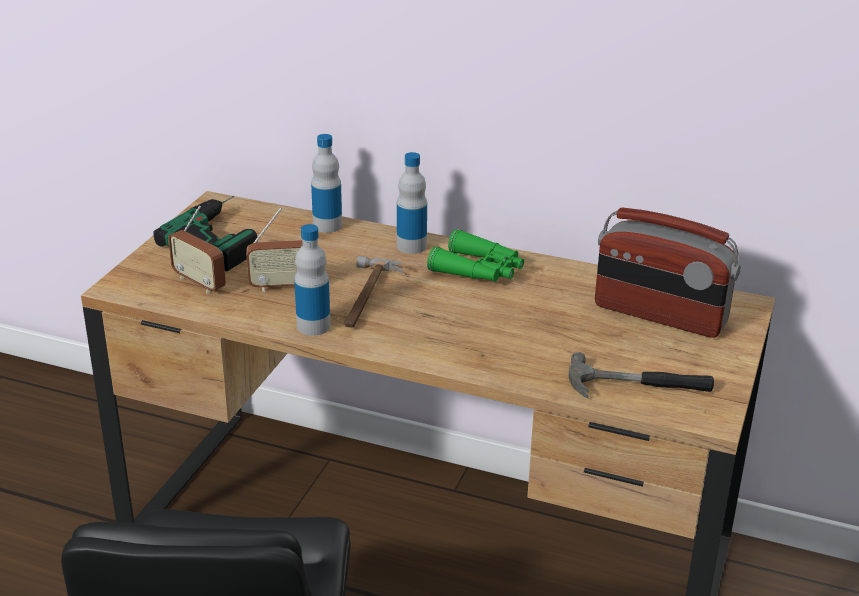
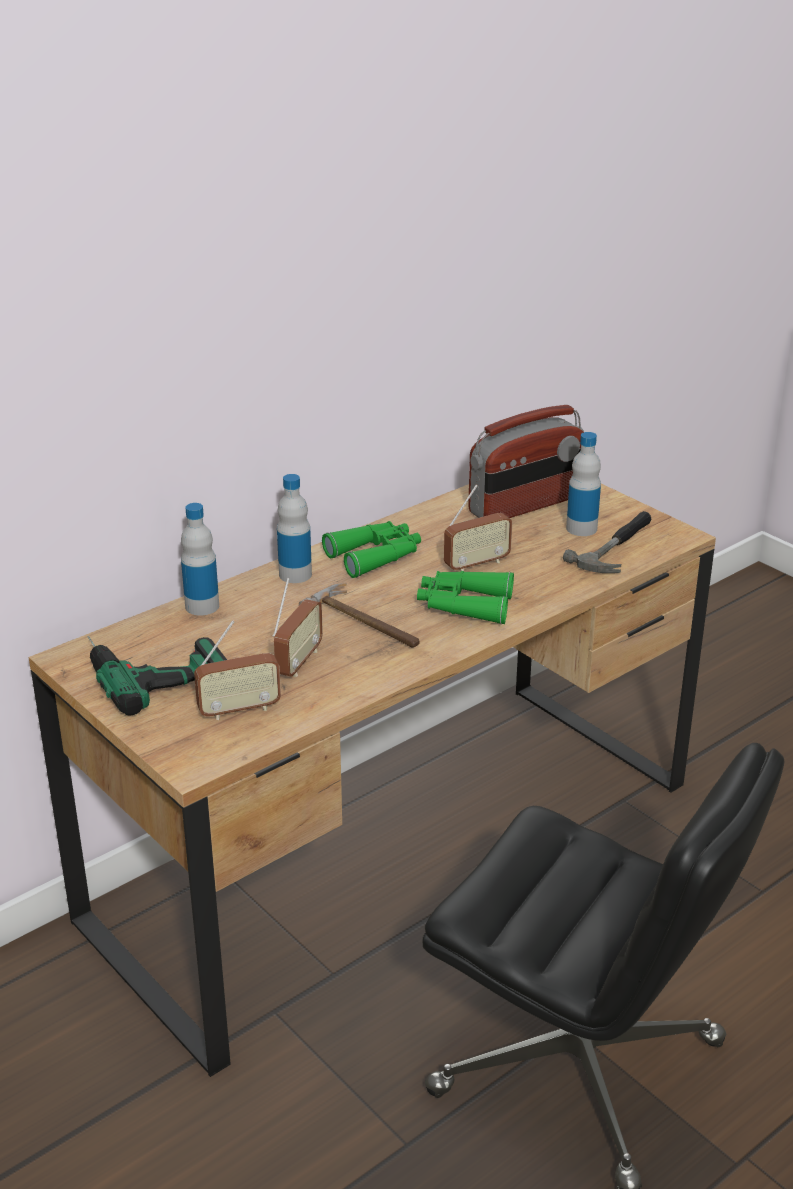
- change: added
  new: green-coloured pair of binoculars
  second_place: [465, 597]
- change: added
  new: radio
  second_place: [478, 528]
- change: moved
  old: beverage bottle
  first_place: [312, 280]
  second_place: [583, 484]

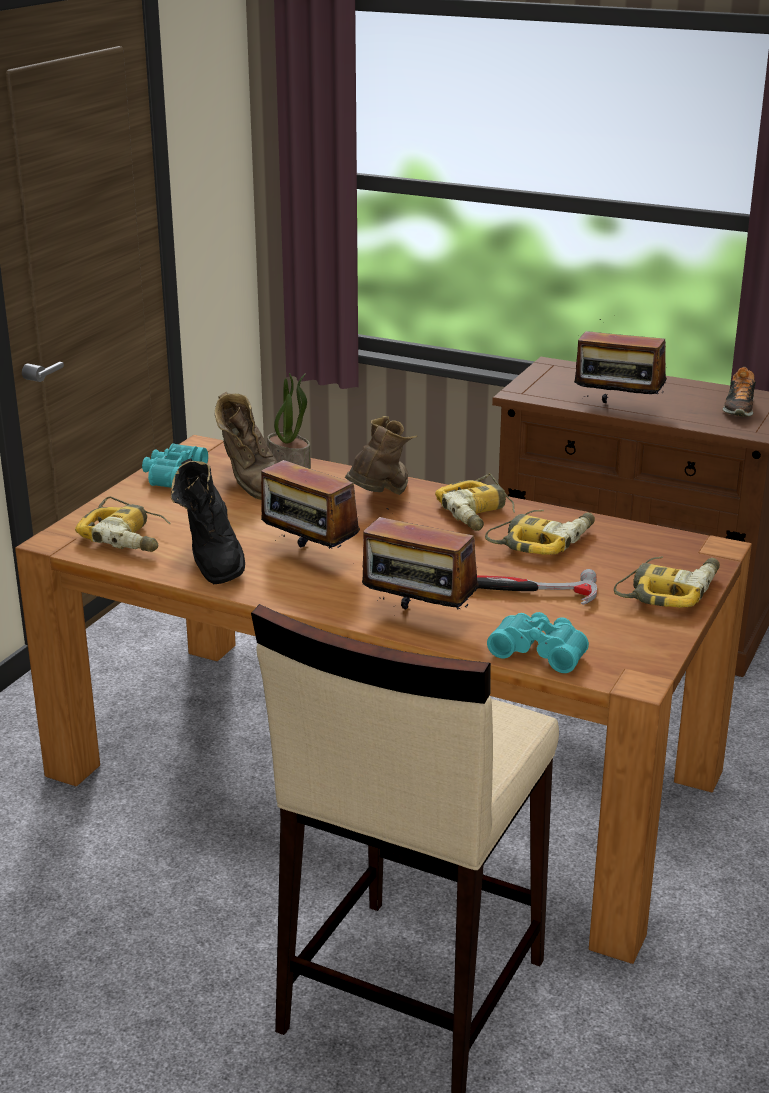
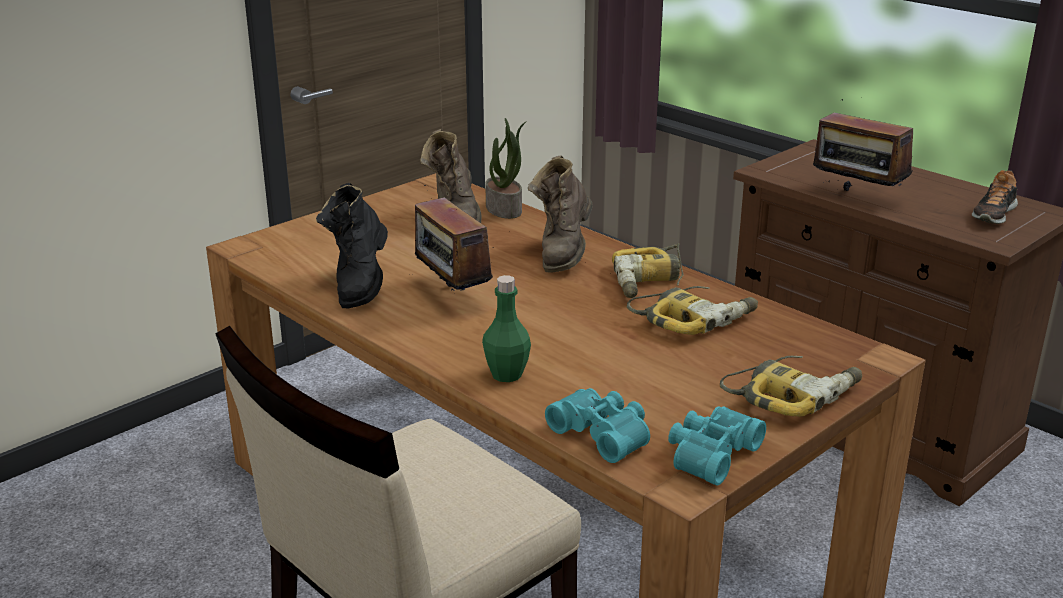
- change: removed
  old: power drill
  first_place: [123, 524]
- change: removed
  old: hammer
  first_place: [537, 587]
- change: moved
  old: turquoise pair of binoculars
  first_place: [175, 465]
  second_place: [717, 445]
- change: replaced
  old: radio
  new: green-coloured beverage bottle
  first_place: [420, 560]
  second_place: [506, 328]
- change: turned
  old: brown boot
  first_place: [381, 455]
  second_place: [560, 214]
  degrees: 150

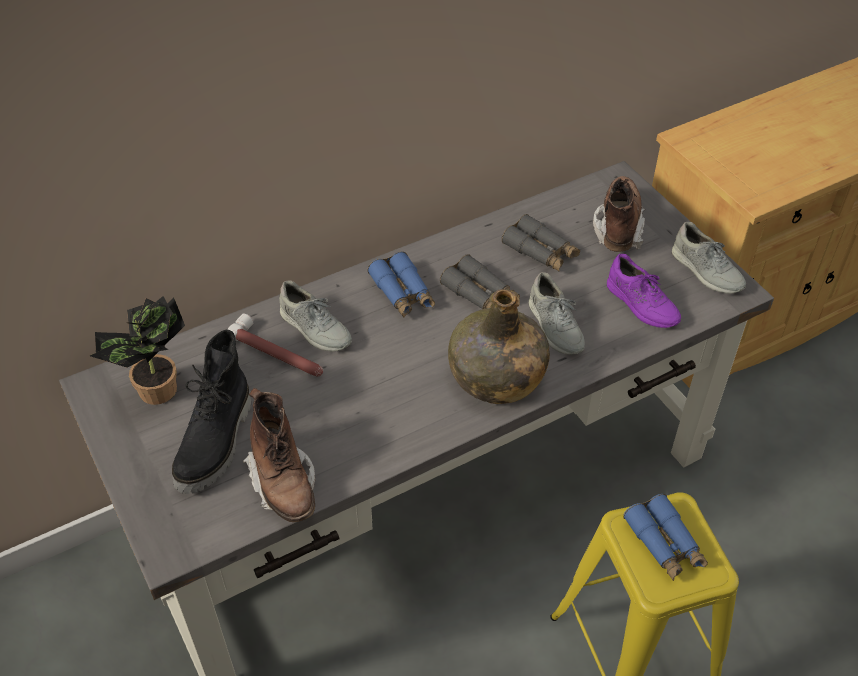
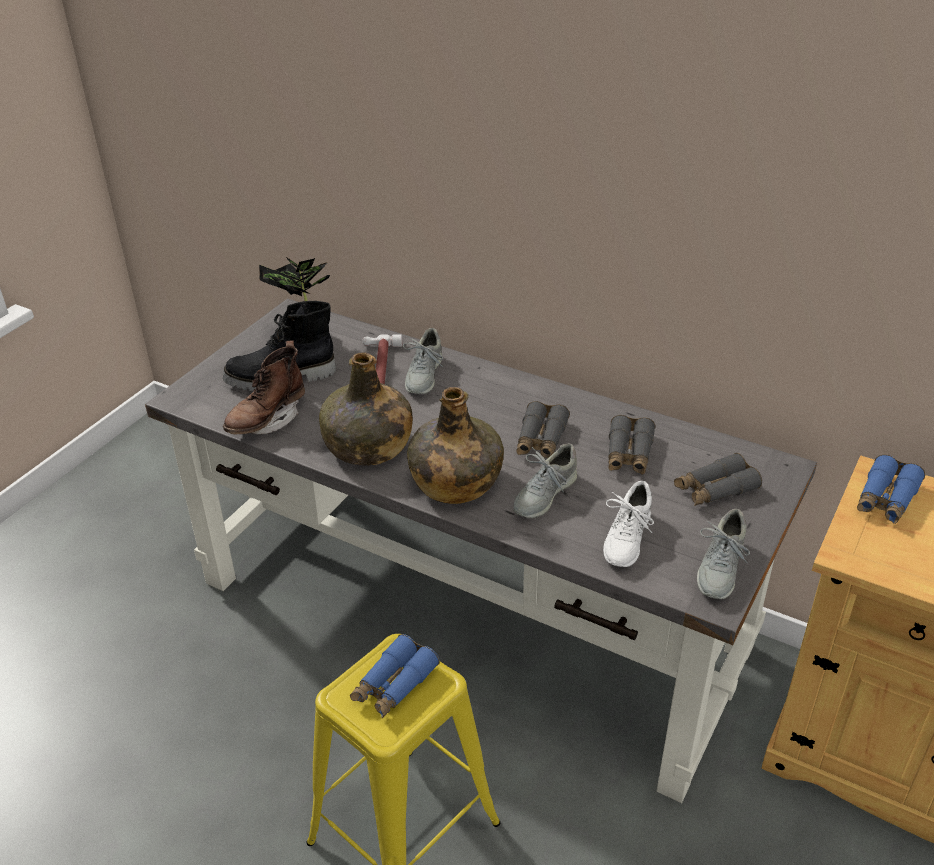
- change: added
  new: green-coloured beverage bottle
  second_place: [366, 409]
- change: moved
  old: blue pair of binoculars
  first_place: [401, 284]
  second_place: [891, 489]
- change: replaced
  old: brown boot
  new: grey pair of binoculars
  first_place: [619, 214]
  second_place: [718, 479]
- change: recoloured
  old: purplish shoe
  new: white shoe
  first_place: [644, 291]
  second_place: [628, 524]

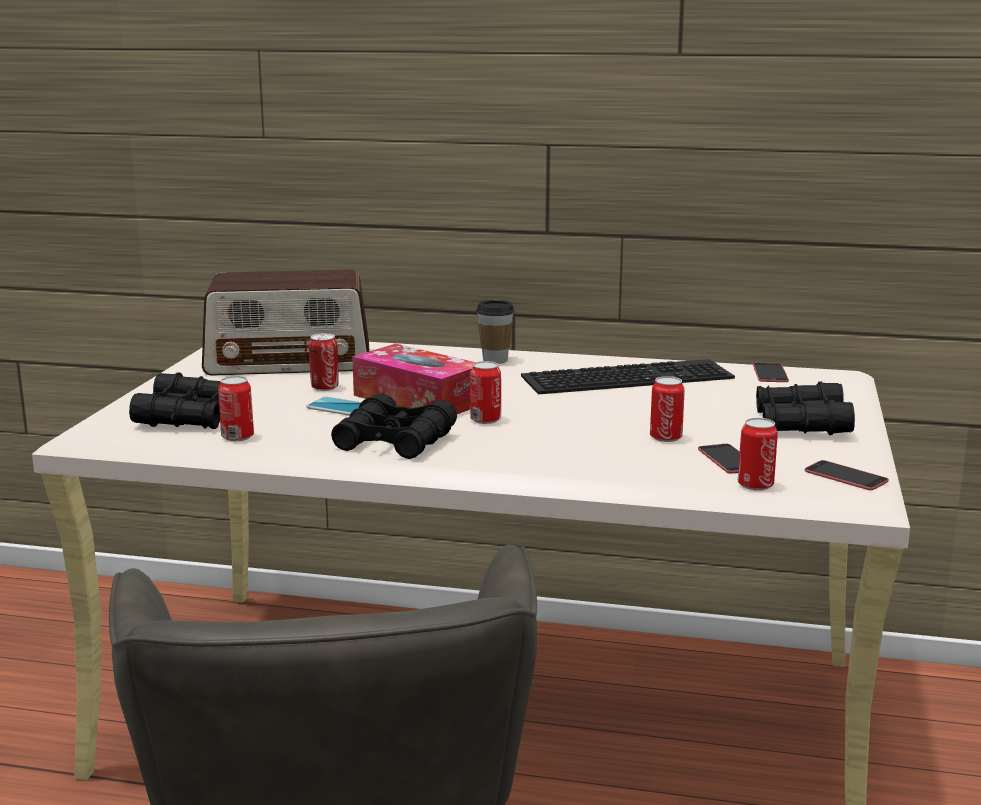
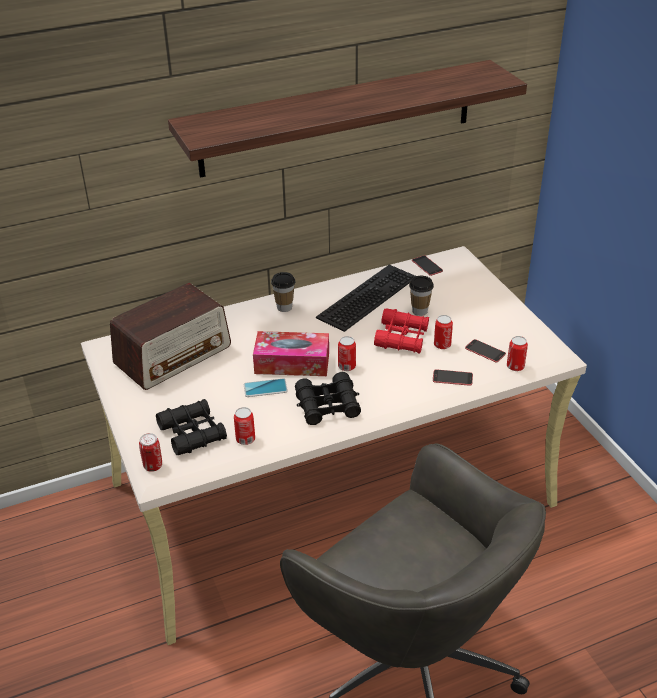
- change: removed
  old: black pair of binoculars
  first_place: [805, 408]
- change: added
  new: wall shelf
  second_place: [347, 119]
- change: added
  new: red-coloured pair of binoculars
  second_place: [401, 331]
- change: added
  new: drinking cup
  second_place: [421, 296]
- change: moved
  old: metal can
  first_place: [324, 362]
  second_place: [150, 452]
- change: moved
  old: phone
  first_place: [847, 475]
  second_place: [453, 377]

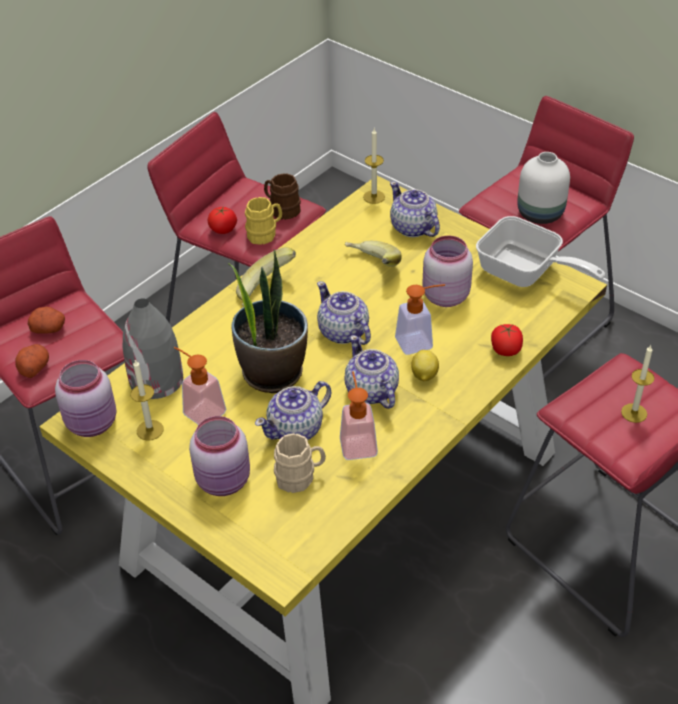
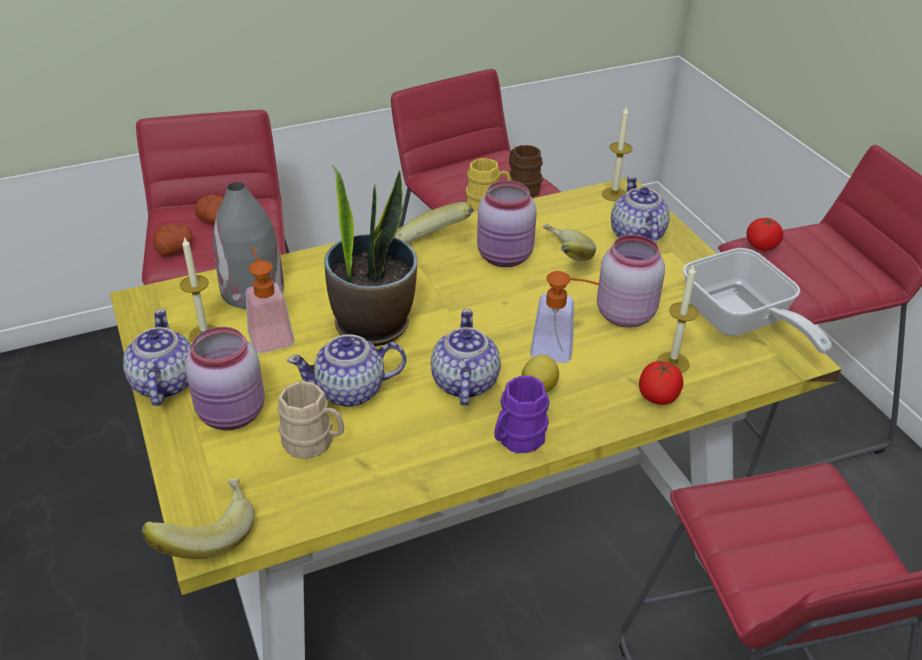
- change: removed
  old: soap dispenser
  first_place: [359, 415]
- change: removed
  old: white flower vase
  first_place: [543, 188]
- change: added
  new: banana
  second_place: [198, 519]
- change: added
  new: purplish tea mug
  second_place: [522, 414]
- change: moved
  old: pinkish storage jar
  first_place: [85, 398]
  second_place: [507, 224]
- change: moved
  old: tomato
  first_place: [222, 220]
  second_place: [764, 234]
- change: moved
  old: teapot
  first_place: [344, 313]
  second_place: [157, 357]
- change: moved
  old: wax light
  first_place: [637, 384]
  second_place: [678, 318]

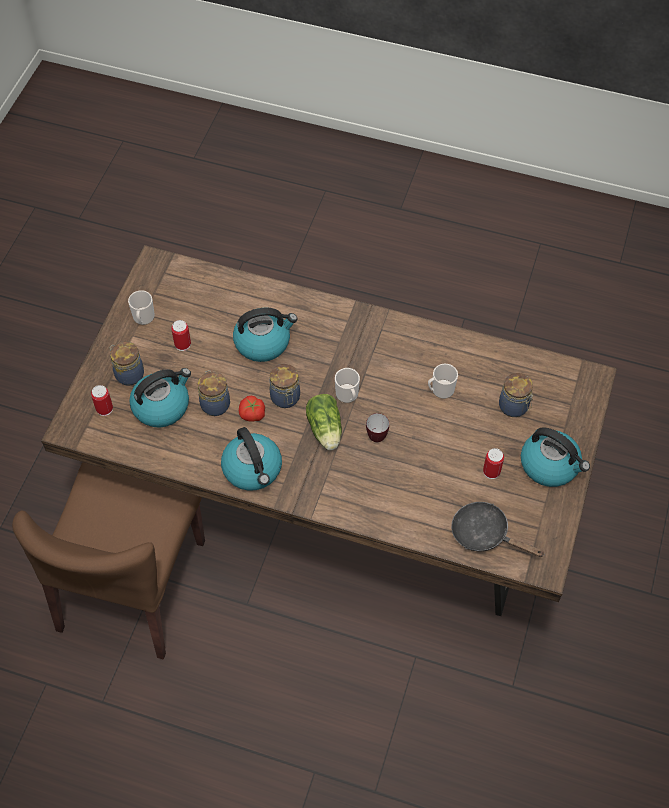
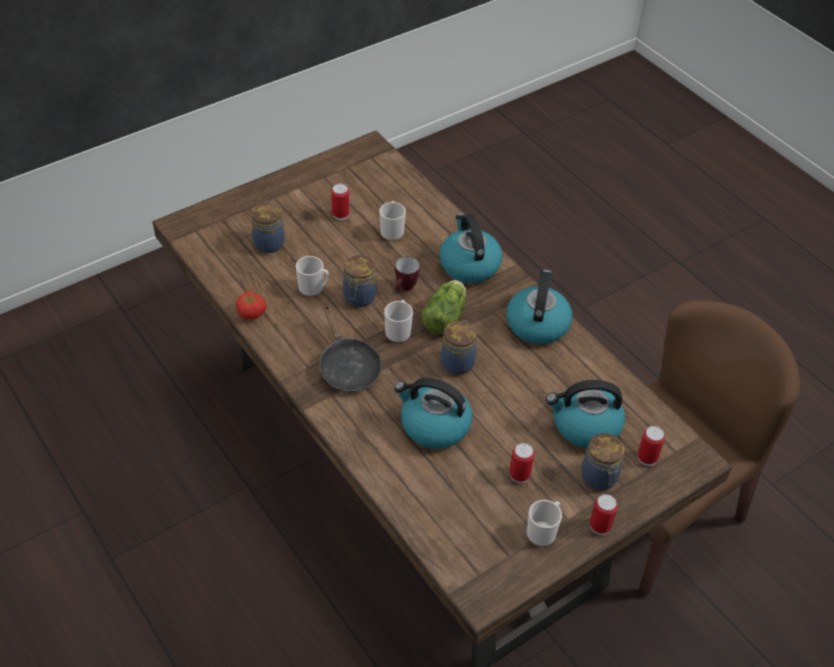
- change: added
  new: tea mug
  second_place: [392, 221]
- change: added
  new: metal can
  second_place: [604, 514]
- change: moved
  old: storage jar
  first_place: [214, 393]
  second_place: [359, 281]
- change: moved
  old: tomato
  first_place: [252, 409]
  second_place: [251, 305]
- change: moved
  old: black pan
  first_place: [498, 529]
  second_place: [350, 348]
- change: moved
  old: kettle
  first_place: [555, 457]
  second_place: [470, 248]

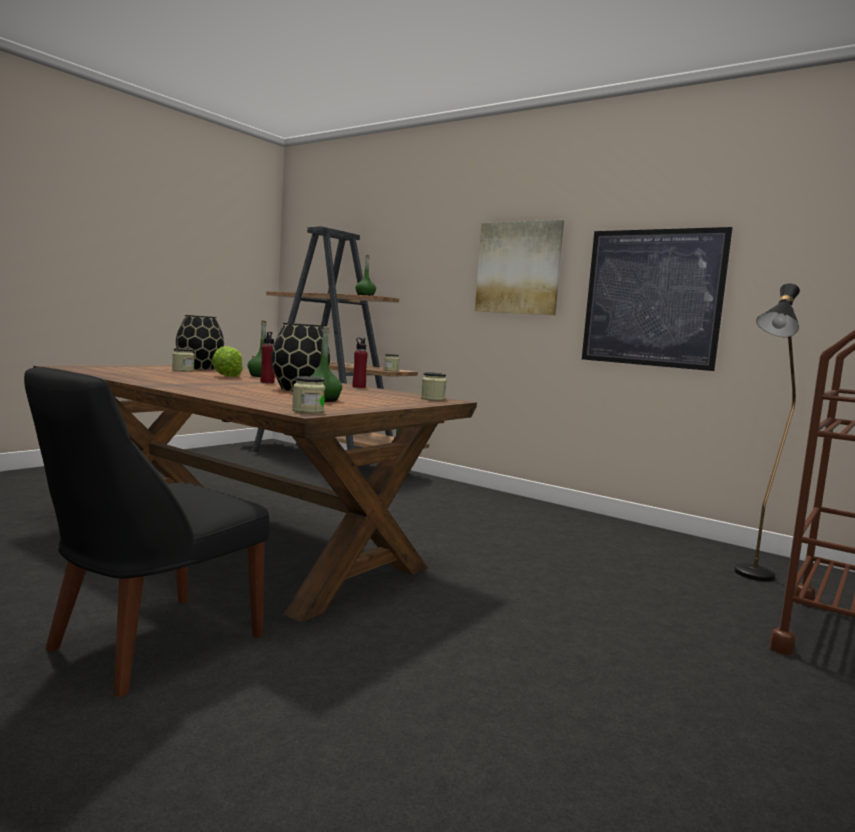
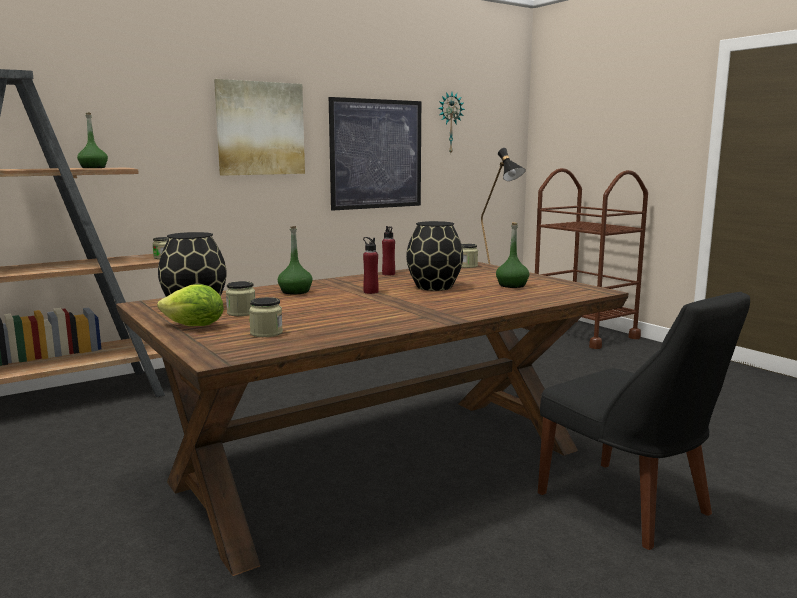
- change: added
  new: clock on the wall
  second_place: [451, 122]
- change: moved
  old: lettuce head
  first_place: [227, 361]
  second_place: [190, 305]
- change: moved
  old: storage jar
  first_place: [308, 394]
  second_place: [266, 317]

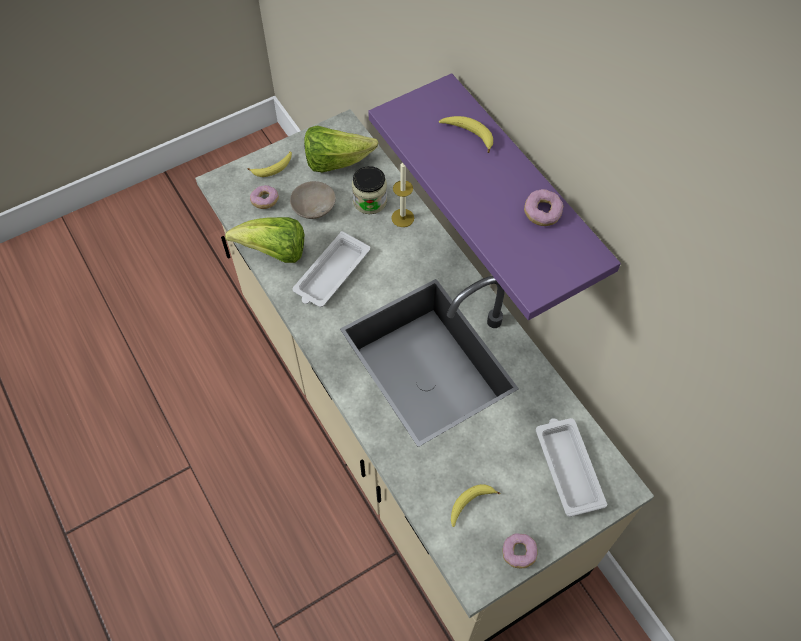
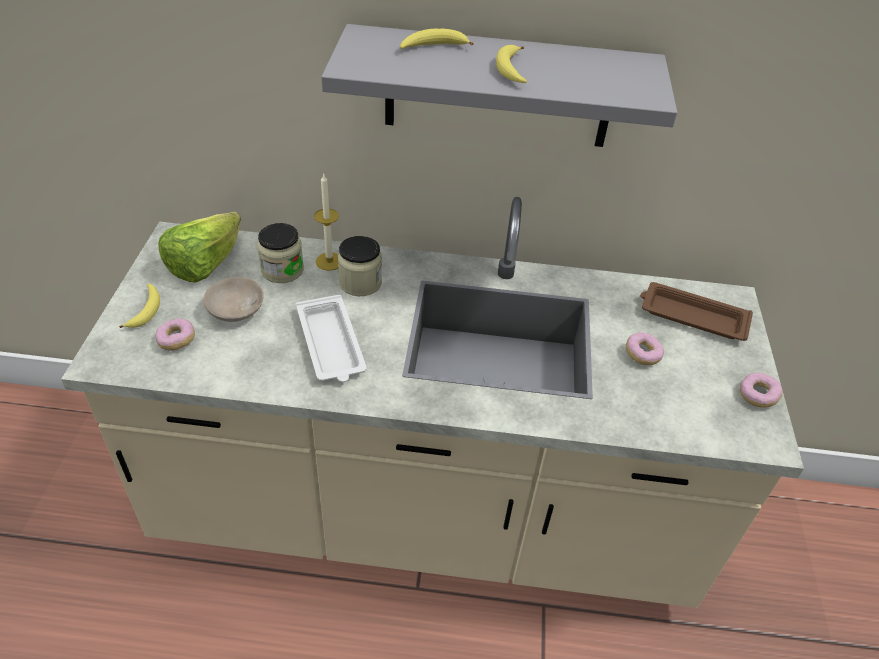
- change: removed
  old: lettuce head
  first_place: [264, 240]
- change: added
  new: storage jar
  second_place: [360, 266]
- change: moved
  old: banana
  first_place: [475, 505]
  second_place: [511, 64]
- change: moved
  old: ring doughnut
  first_place: [543, 207]
  second_place: [645, 349]
- change: recoloured
  old: purplish wall shelf
  new: grey wall shelf
  first_place: [494, 196]
  second_place: [499, 85]
- change: recoloured
  old: white serving tray
  new: brown serving tray
  first_place: [571, 467]
  second_place: [696, 311]

